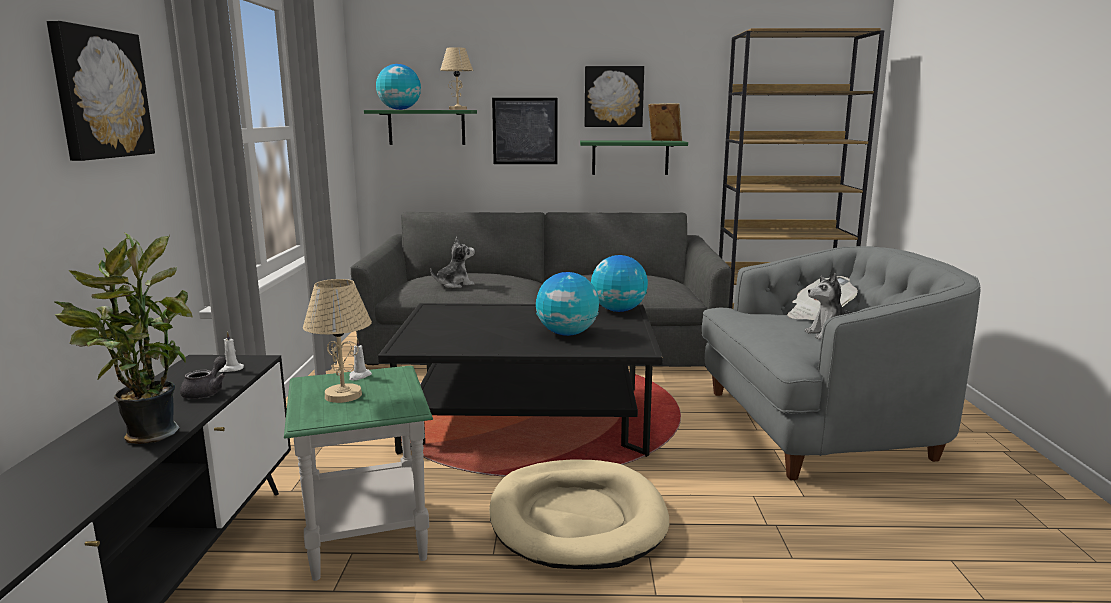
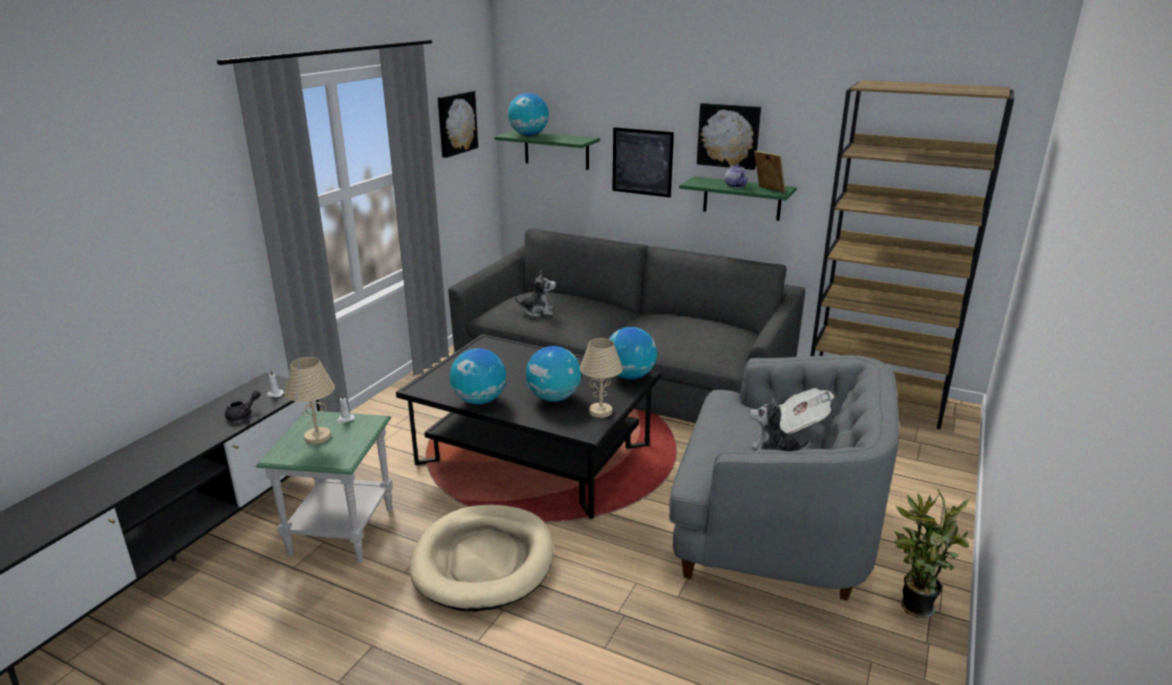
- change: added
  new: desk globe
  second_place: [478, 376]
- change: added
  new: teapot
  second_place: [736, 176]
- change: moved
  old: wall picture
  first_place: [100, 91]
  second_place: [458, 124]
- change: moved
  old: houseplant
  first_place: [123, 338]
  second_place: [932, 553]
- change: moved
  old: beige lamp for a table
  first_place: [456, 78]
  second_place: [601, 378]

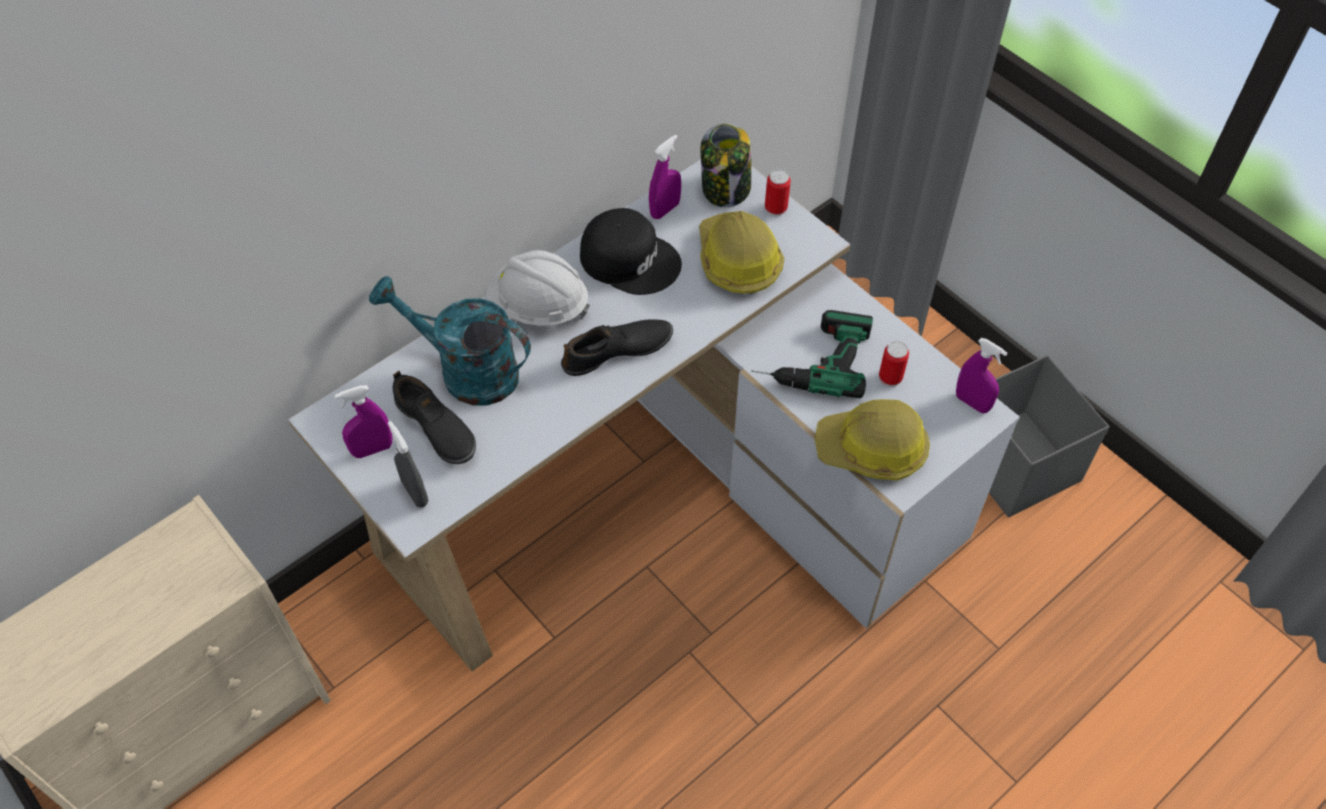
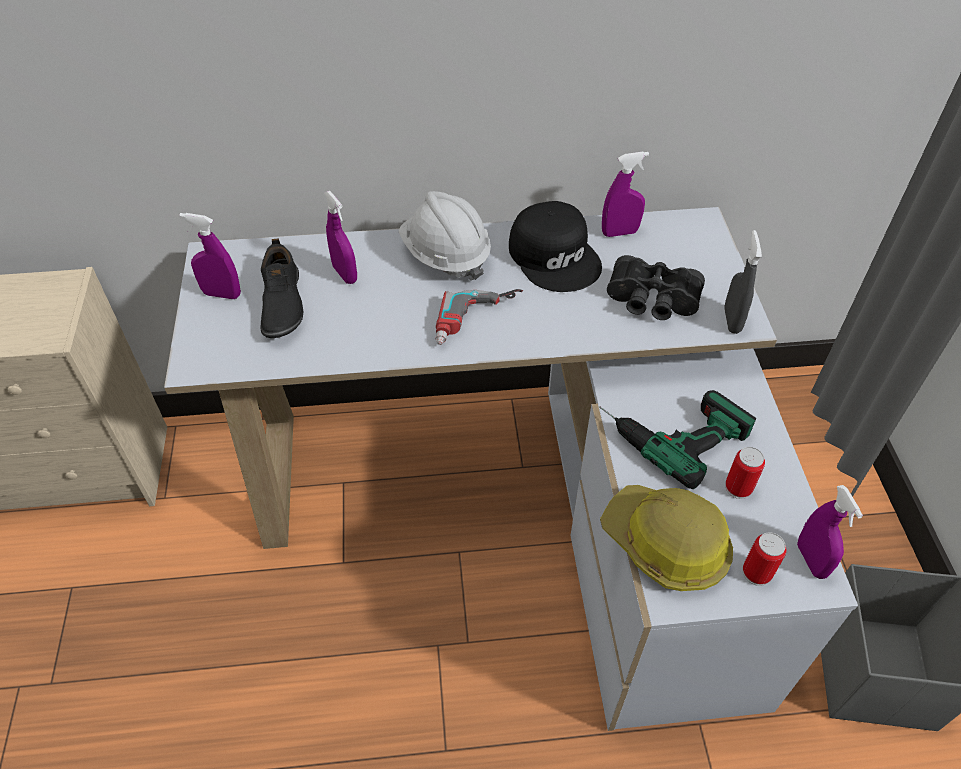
- change: removed
  old: storage jar
  first_place: [725, 165]
- change: moved
  old: grey spray bottle
  first_place: [408, 464]
  second_place: [743, 282]
- change: moved
  old: metal can
  first_place: [778, 192]
  second_place: [764, 559]
- change: replaced
  old: turquoise watering pot
  new: purplish spray bottle
  first_place: [450, 341]
  second_place: [340, 237]
- change: replaced
  old: black shoe
  new: power drill
  first_place: [617, 347]
  second_place: [479, 317]
- change: replaced
  old: work helmet
  new: black pair of binoculars
  first_place: [741, 252]
  second_place: [656, 287]

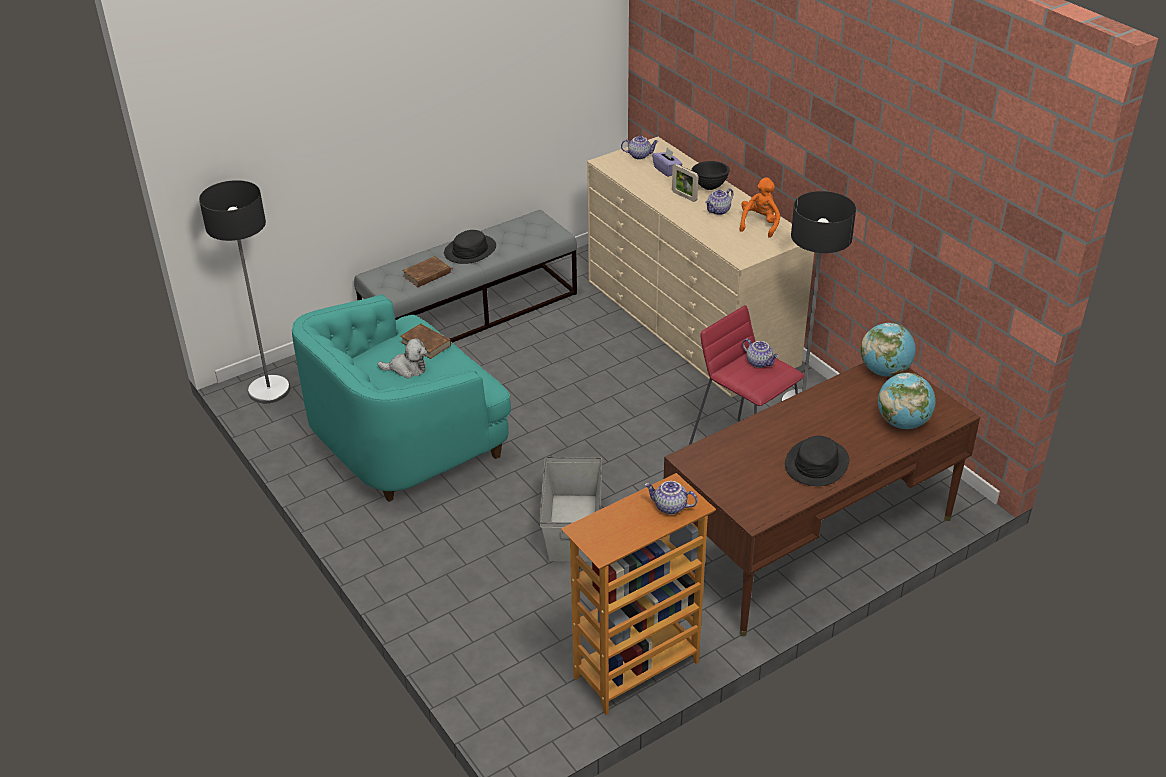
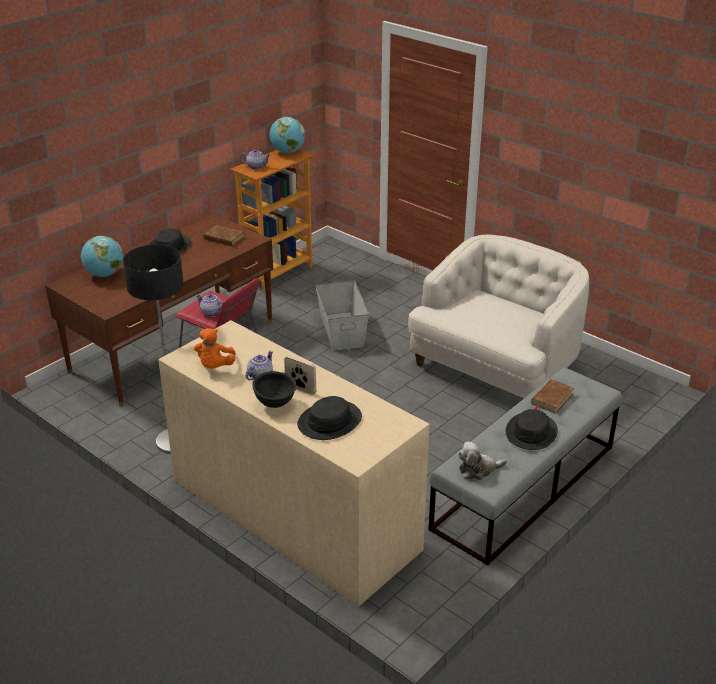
- change: removed
  old: standing lamp
  first_place: [245, 291]
- change: removed
  old: teapot
  first_place: [640, 148]
- change: moved
  old: cuddly toy
  first_place: [402, 358]
  second_place: [482, 461]
- change: moved
  old: brown volume
  first_place: [425, 341]
  second_place: [224, 235]
- change: moved
  old: desk globe
  first_place: [888, 350]
  second_place: [287, 135]
- change: replaced
  old: purplish box of tissues
  new: black clothing hat
  first_place: [667, 162]
  second_place: [329, 418]
- change: recoloured
  old: turquoise easy chair
  new: white easy chair
  first_place: [401, 398]
  second_place: [498, 316]

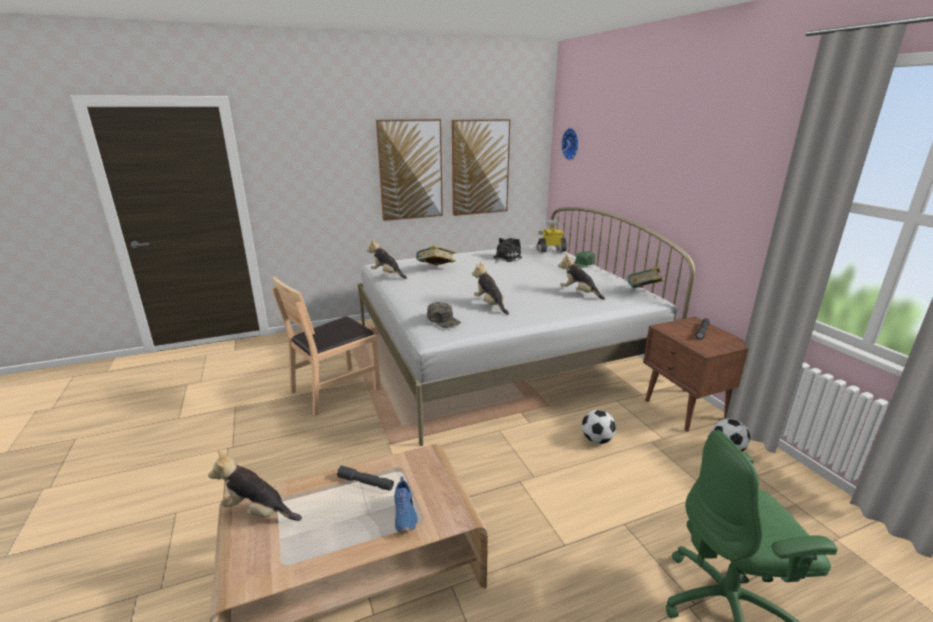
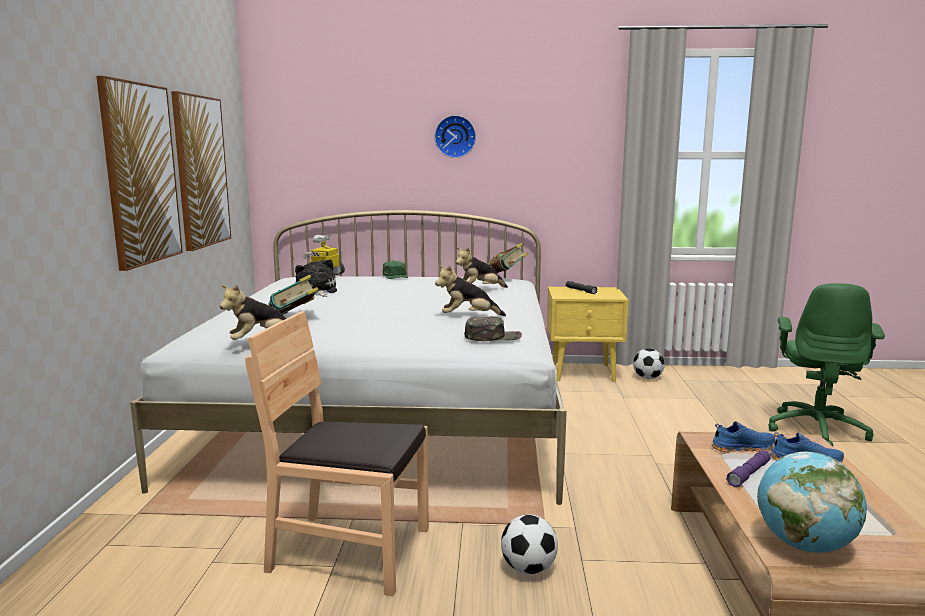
- change: added
  new: blue shoe
  second_place: [743, 436]
- change: moved
  old: clock on the wall
  first_place: [570, 144]
  second_place: [455, 136]
- change: moved
  old: football ball
  first_place: [599, 427]
  second_place: [529, 544]
- change: replaced
  old: cuddly toy
  new: desk globe
  first_place: [255, 486]
  second_place: [812, 502]
- change: recoloured
  old: grey flashlight
  new: purplish flashlight
  first_place: [365, 478]
  second_place: [748, 468]
- change: recoloured
  old: brown night table
  new: yellow night table
  first_place: [696, 374]
  second_place: [588, 334]
- change: turned
  old: brown upright chair
  first_place: [326, 346]
  second_place: [337, 454]
  degrees: 120

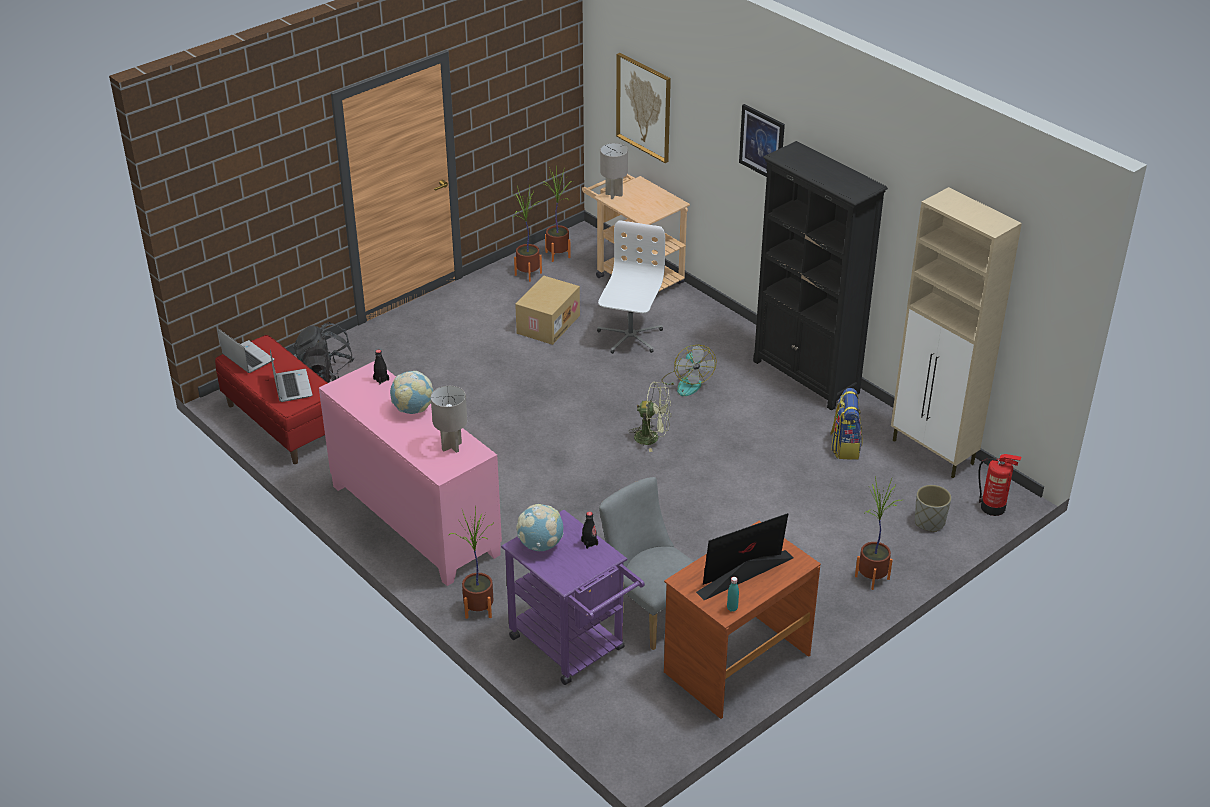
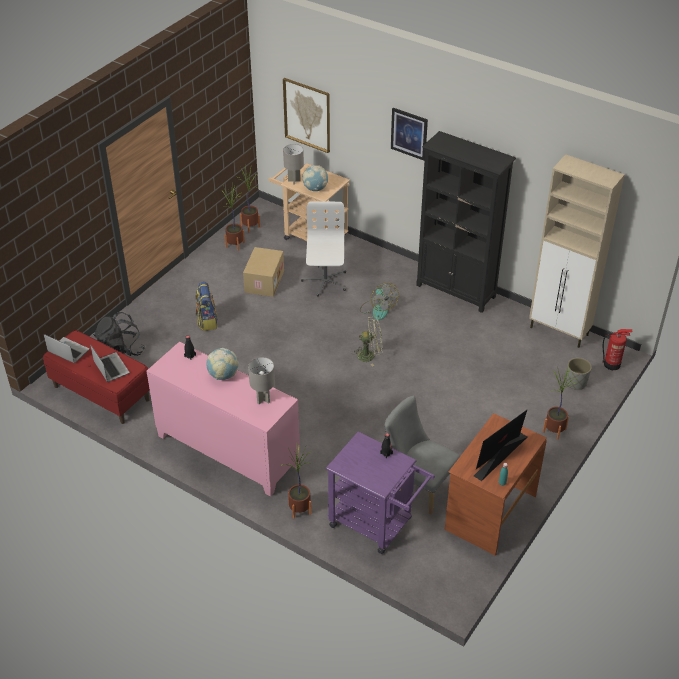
- change: moved
  old: desk globe
  first_place: [540, 527]
  second_place: [315, 178]
- change: moved
  old: knapsack
  first_place: [846, 423]
  second_place: [207, 306]

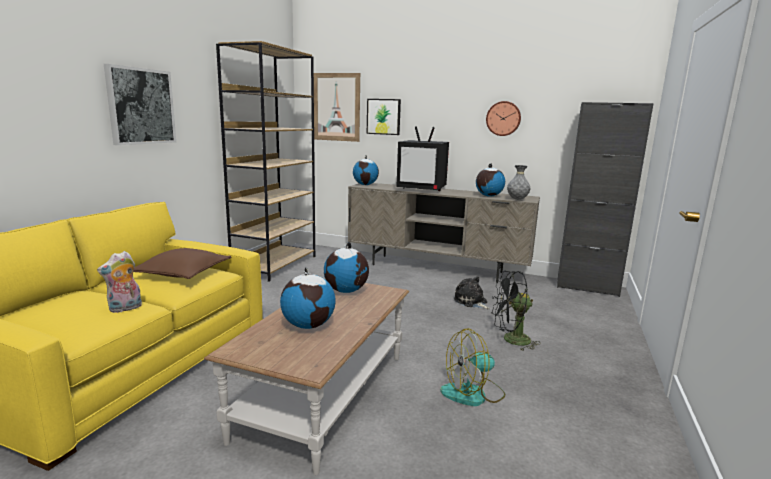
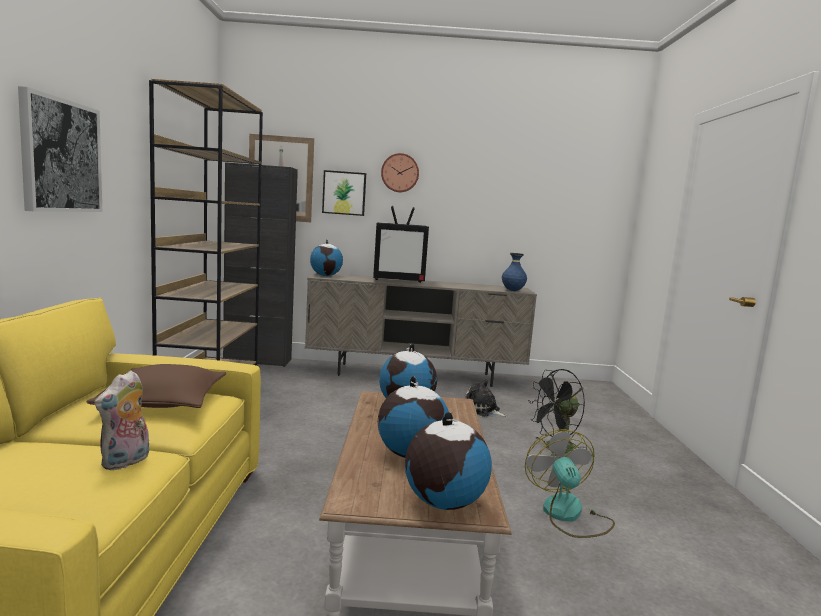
- change: moved
  old: desk globe
  first_place: [490, 180]
  second_place: [448, 461]
- change: moved
  old: clock on the wall
  first_place: [503, 118]
  second_place: [400, 172]
- change: moved
  old: black cupboard
  first_place: [605, 199]
  second_place: [260, 264]
- change: recoloured
  old: grey flower vase
  new: blue flower vase
  first_place: [519, 182]
  second_place: [514, 272]
- change: turned
  old: cooling fan
  first_place: [472, 367]
  second_place: [570, 484]
  degrees: 120

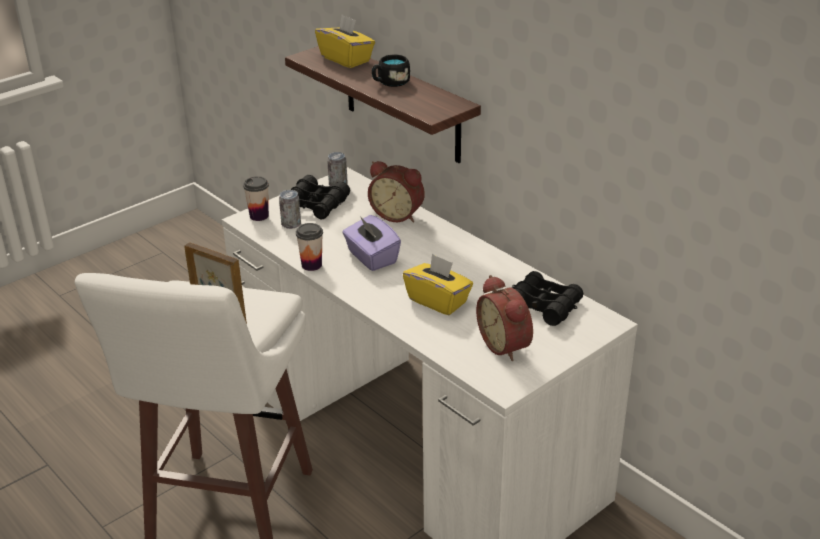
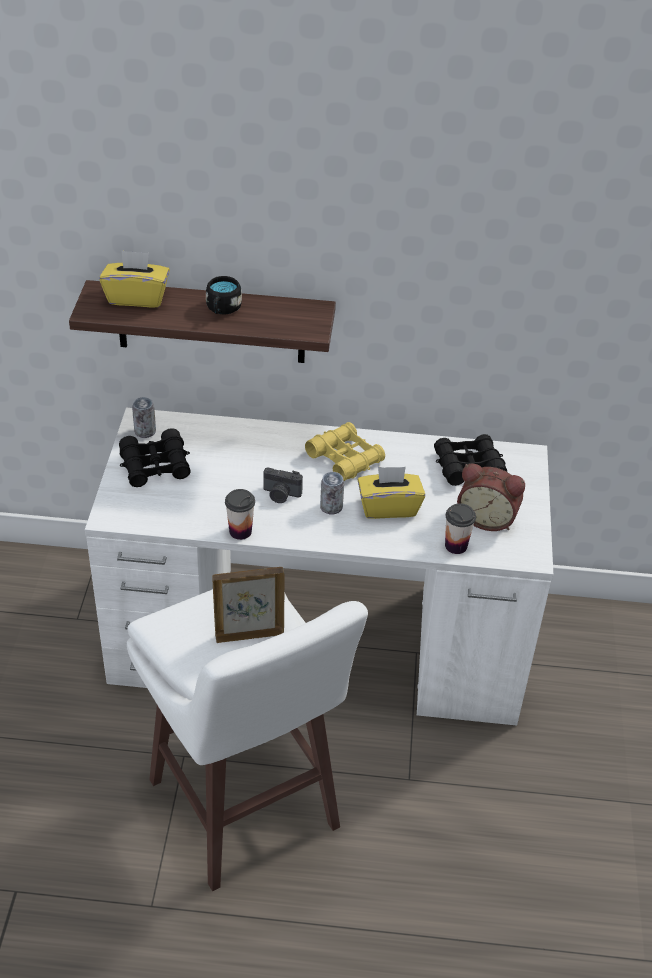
- change: removed
  old: alarm clock
  first_place: [396, 191]
- change: added
  new: yellow pair of binoculars
  second_place: [345, 451]
- change: moved
  old: drinking cup
  first_place: [256, 198]
  second_place: [460, 528]
- change: moved
  old: metal can
  first_place: [290, 209]
  second_place: [332, 493]
- change: replaced
  old: purplish box of tissues
  new: still camera
  first_place: [371, 243]
  second_place: [283, 485]

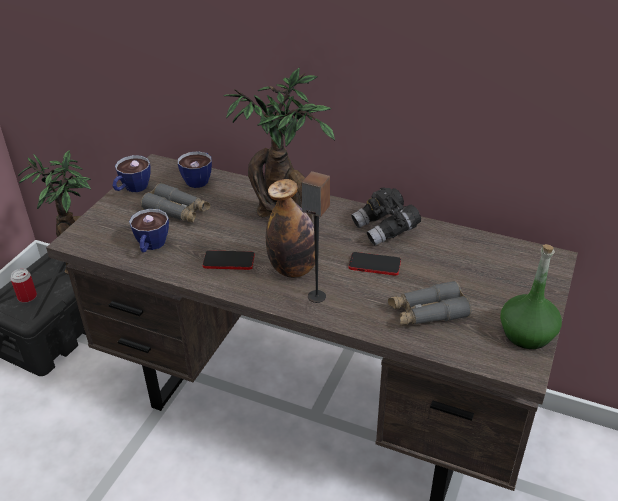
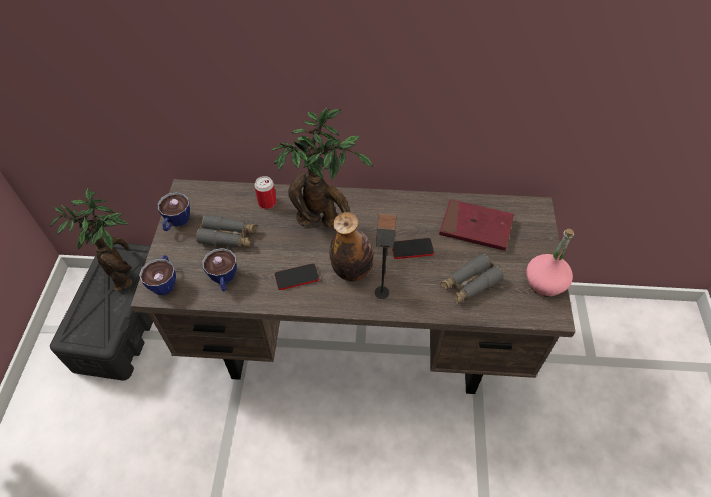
- change: removed
  old: black pair of binoculars
  first_place: [386, 216]
- change: added
  new: red-coloured volume
  second_place: [476, 225]
- change: moved
  old: metal can
  first_place: [24, 286]
  second_place: [265, 192]
- change: moved
  old: drinking cup
  first_place: [195, 169]
  second_place: [157, 275]
- change: recoloured
  old: green-coloured beverage bottle
  new: pinkish beverage bottle
  first_place: [531, 296]
  second_place: [550, 263]

